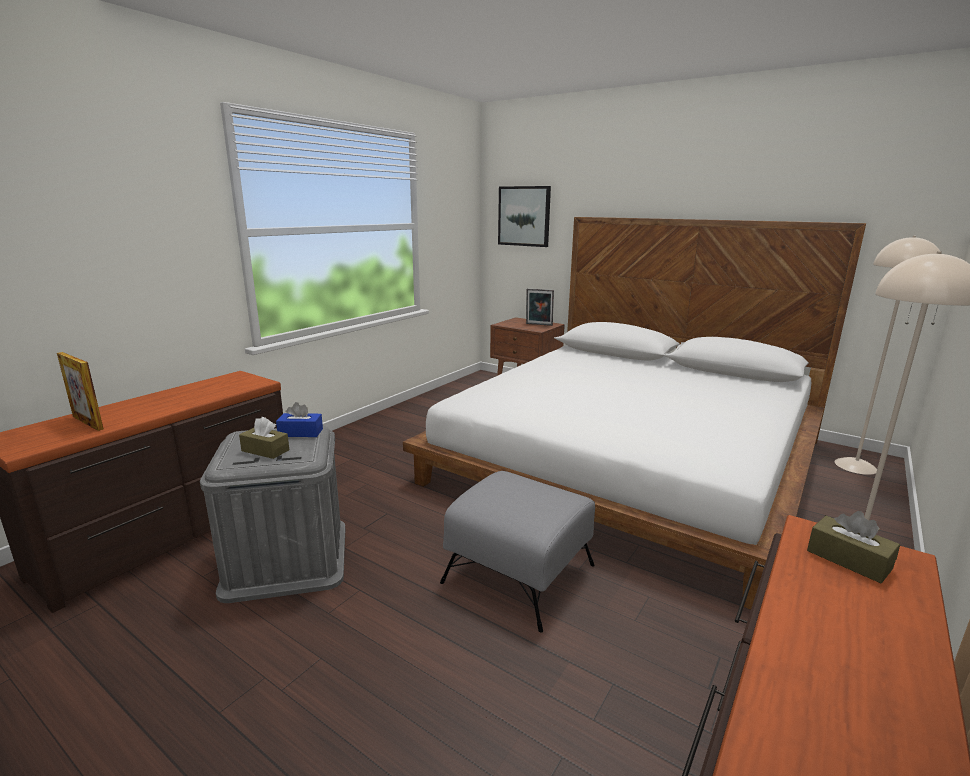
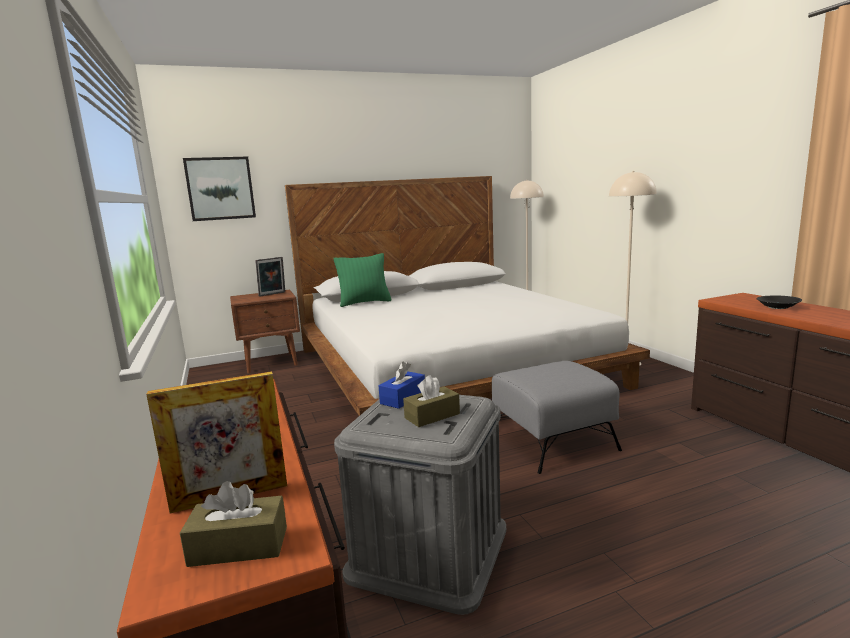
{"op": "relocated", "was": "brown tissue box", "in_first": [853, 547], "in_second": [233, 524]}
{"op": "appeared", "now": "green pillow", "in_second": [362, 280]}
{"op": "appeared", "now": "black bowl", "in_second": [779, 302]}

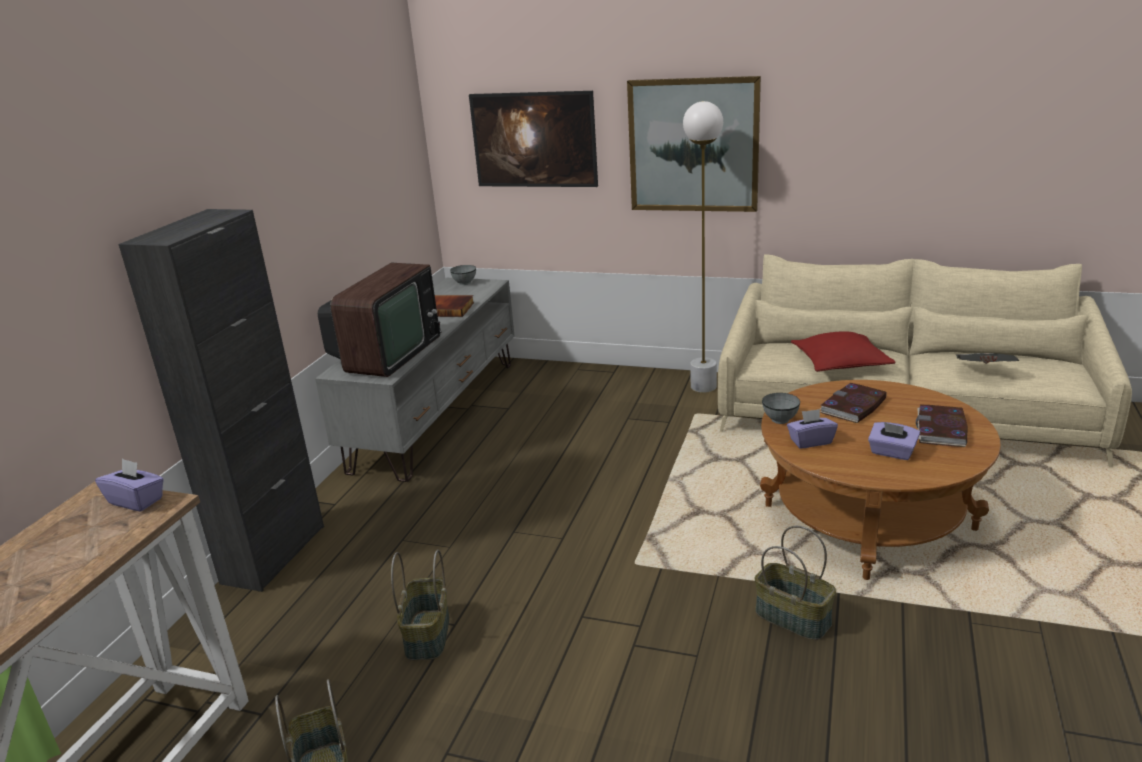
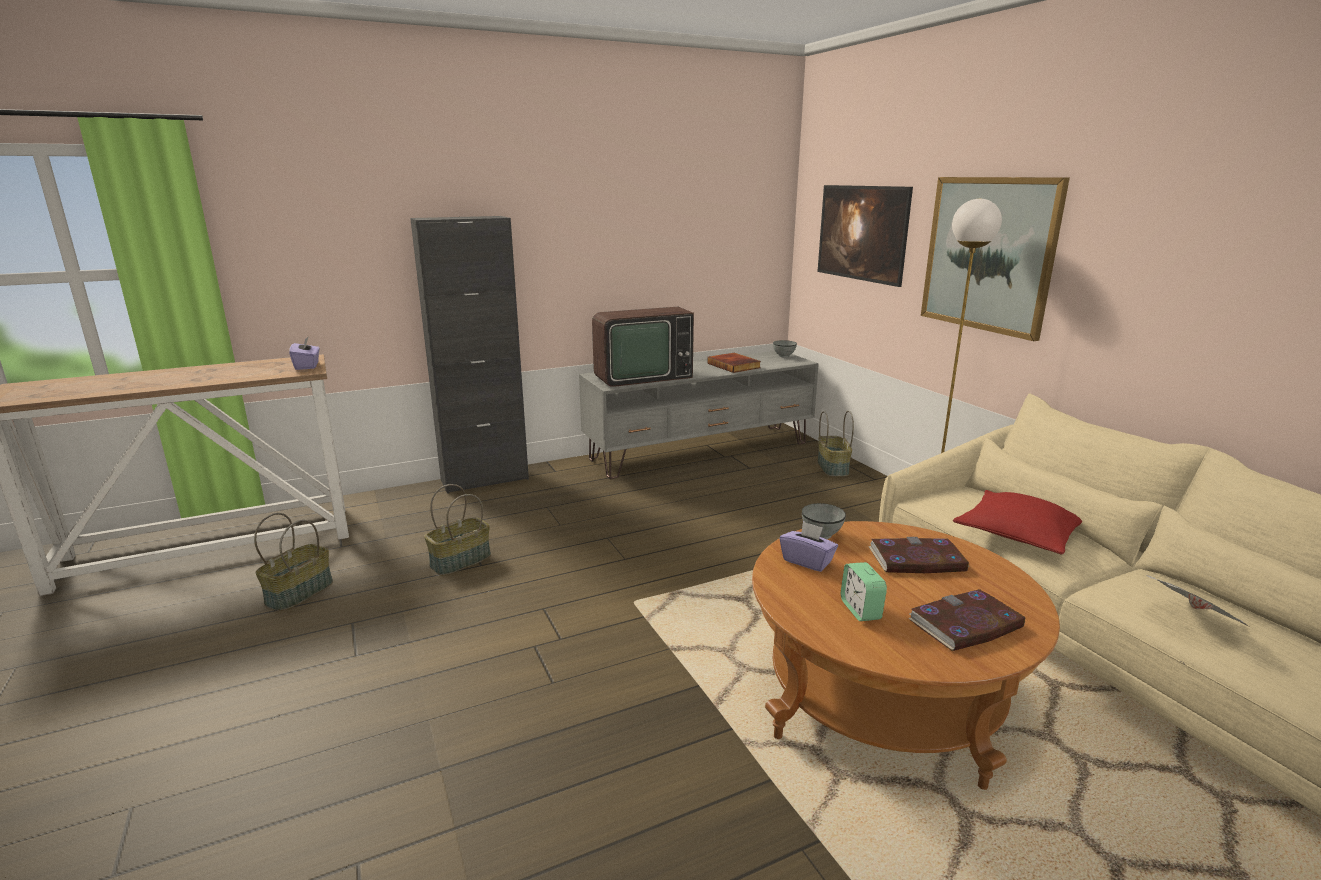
{"op": "exchanged", "was": "purple tissue box", "now": "alarm clock", "in_first": [894, 441], "in_second": [864, 591]}
{"op": "relocated", "was": "basket", "in_first": [795, 583], "in_second": [835, 444]}

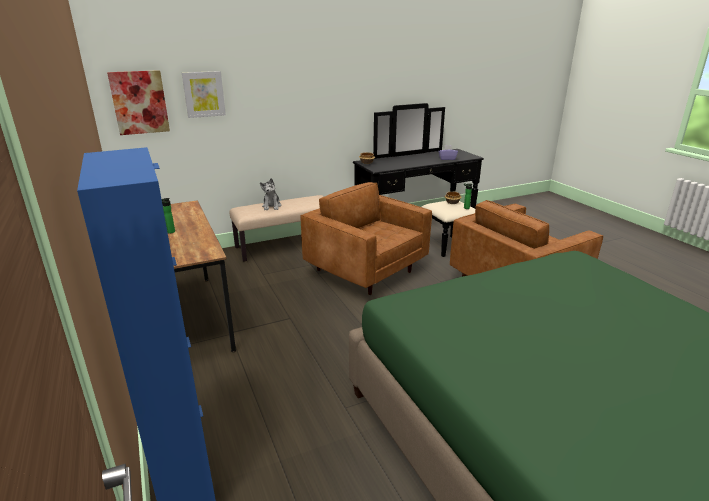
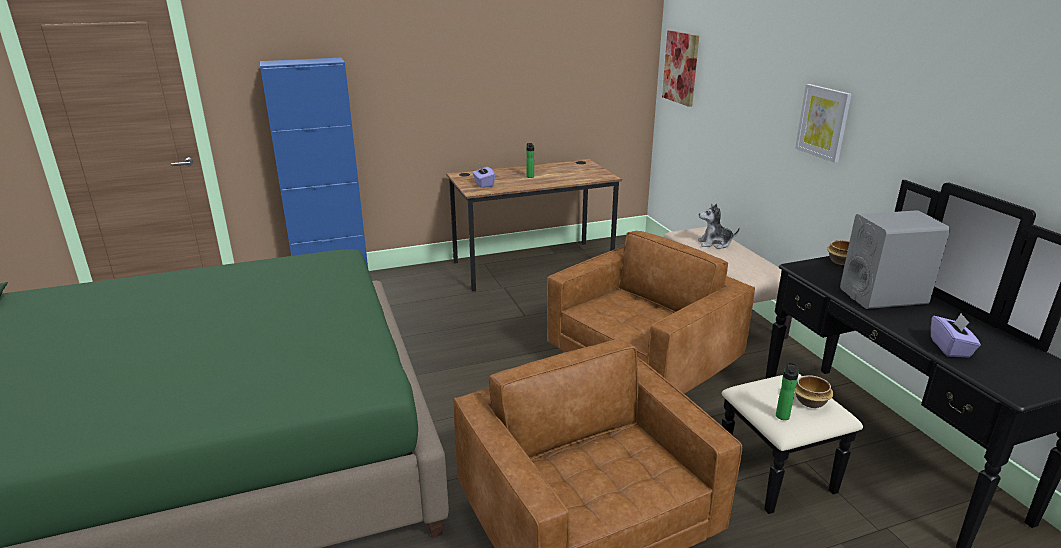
{"op": "relocated", "was": "picture", "in_first": [204, 94], "in_second": [823, 123]}
{"op": "appeared", "now": "purple tissue box", "in_second": [483, 176]}
{"op": "appeared", "now": "grey speaker", "in_second": [895, 259]}

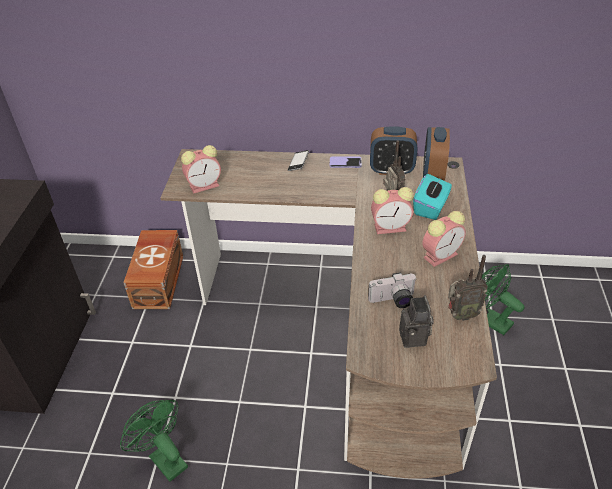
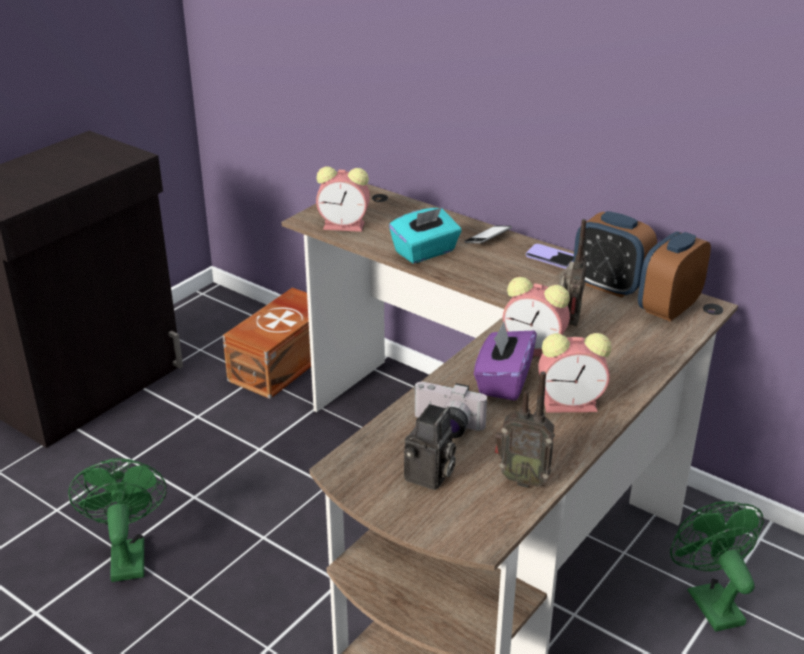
{"op": "relocated", "was": "turquoise tissue box", "in_first": [432, 197], "in_second": [425, 236]}
{"op": "appeared", "now": "purple tissue box", "in_second": [505, 361]}

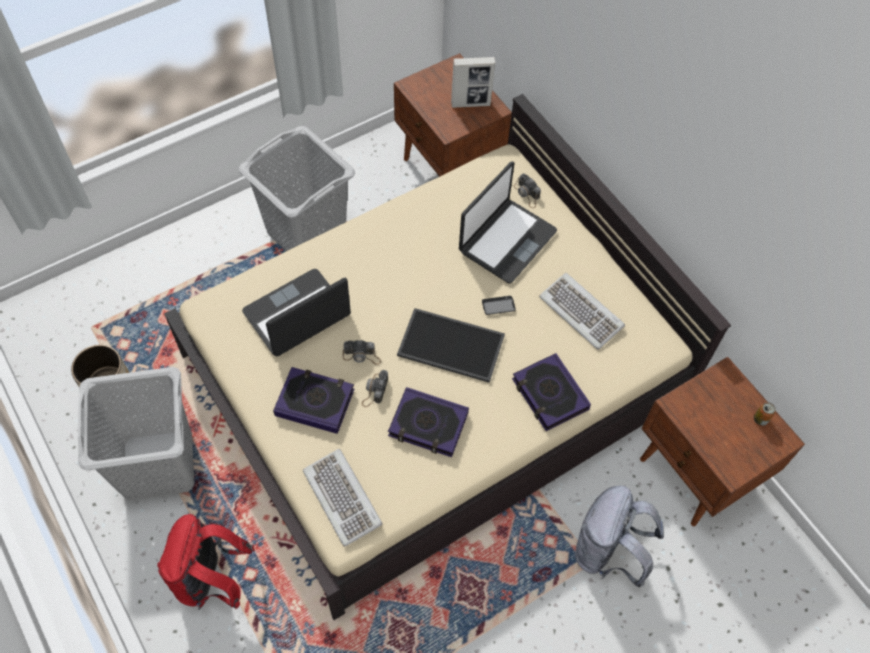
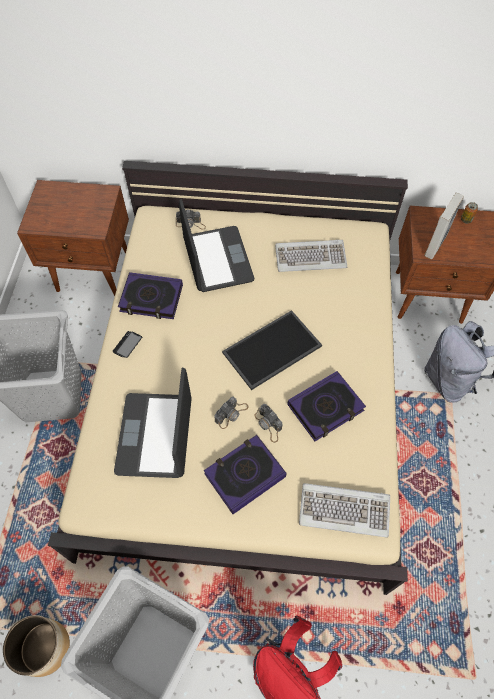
{"op": "relocated", "was": "picture frame", "in_first": [473, 82], "in_second": [444, 226]}
{"op": "relocated", "was": "phone", "in_first": [499, 305], "in_second": [127, 344]}
{"op": "relocated", "was": "book", "in_first": [551, 392], "in_second": [150, 295]}

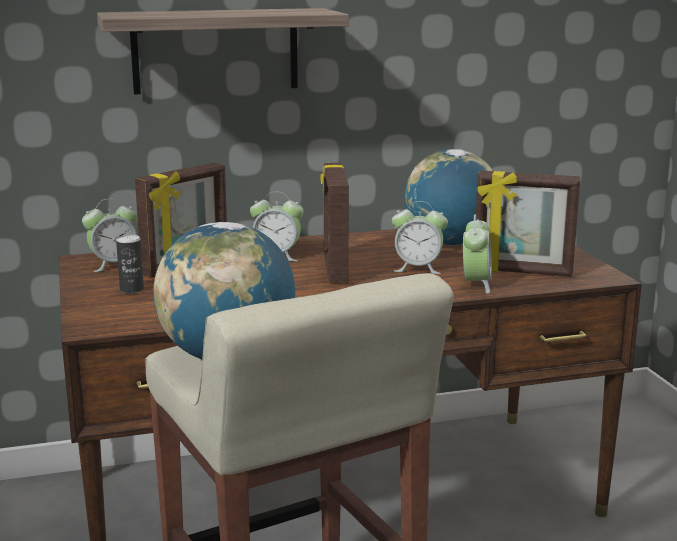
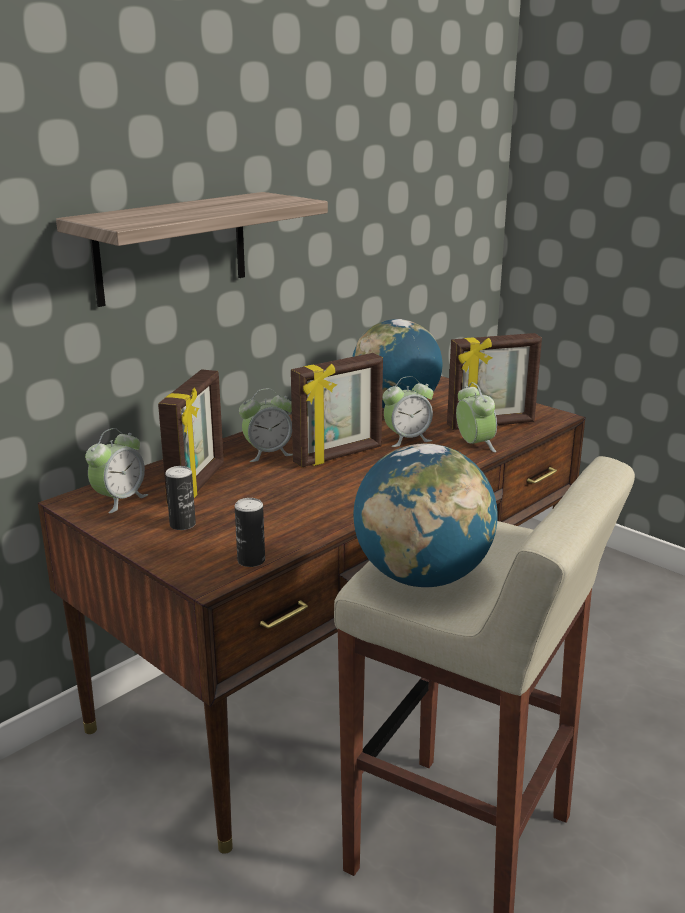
{"op": "spun", "was": "picture frame", "in_first": [334, 223], "in_second": [337, 410], "clockwise": -90}
{"op": "appeared", "now": "can", "in_second": [250, 532]}

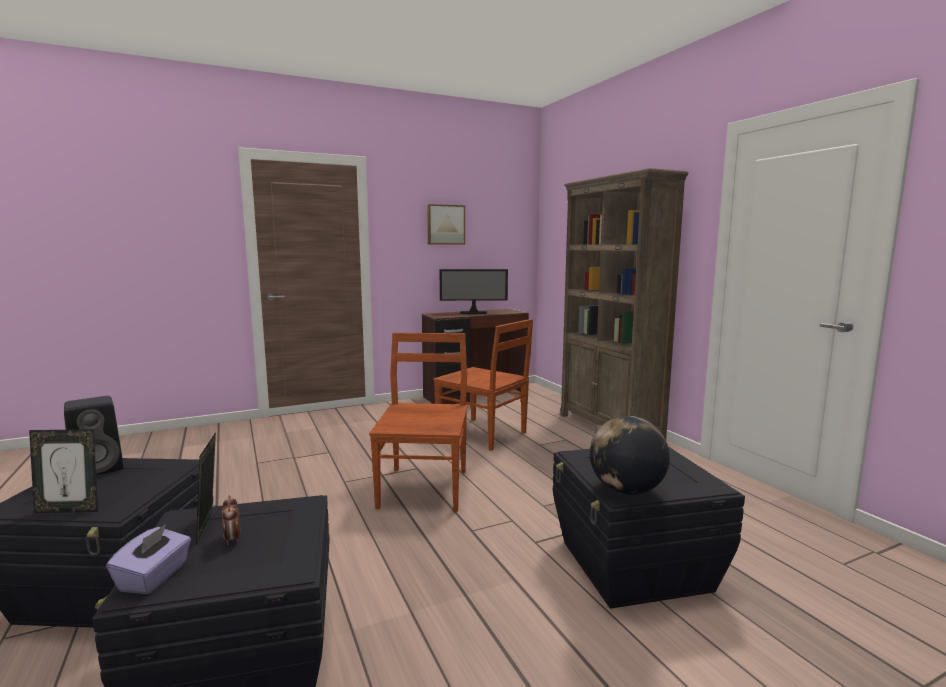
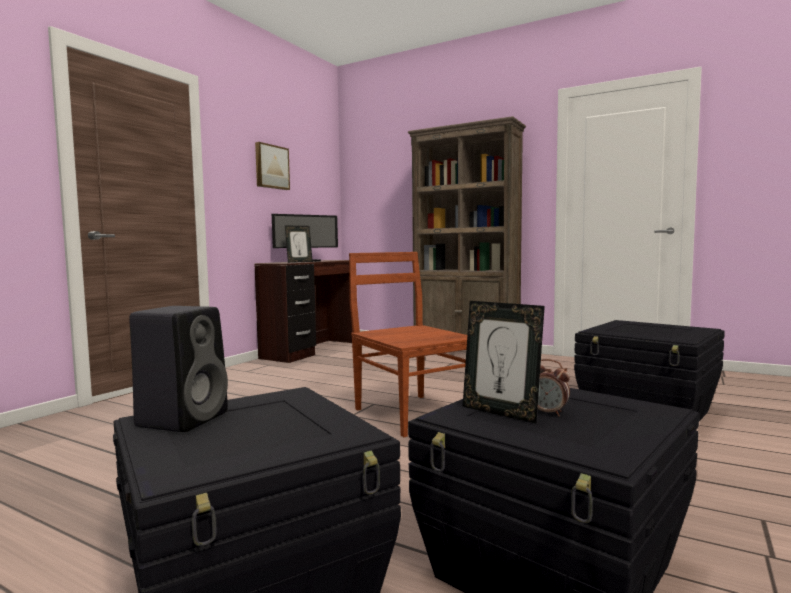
{"op": "missing", "was": "brown chair", "in_first": [483, 385]}
{"op": "missing", "was": "globe", "in_first": [630, 455]}
{"op": "relocated", "was": "picture frame", "in_first": [63, 471], "in_second": [299, 244]}
{"op": "missing", "was": "purple tissue box", "in_first": [148, 559]}

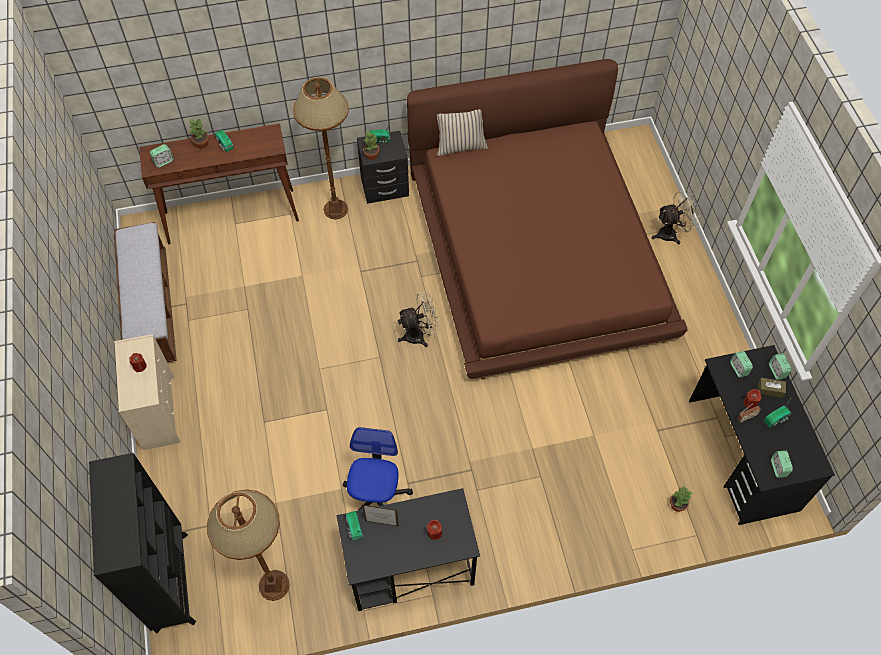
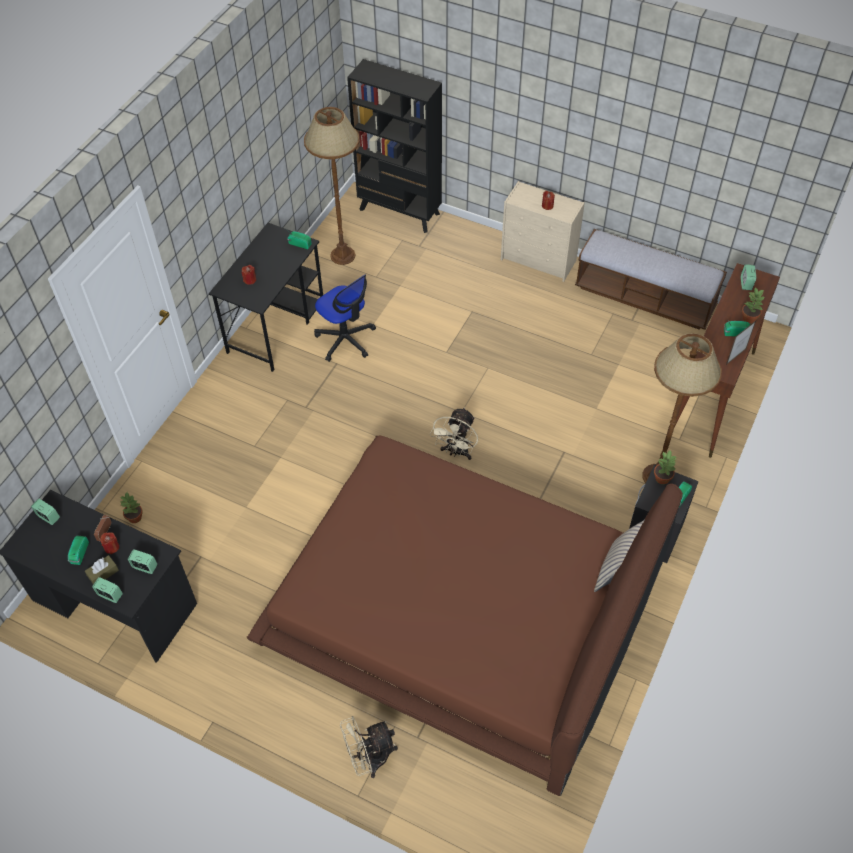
{"op": "spun", "was": "beige fan", "in_first": [676, 217], "in_second": [369, 747], "clockwise": 45}
{"op": "relocated", "was": "picture frame", "in_first": [380, 515], "in_second": [741, 343]}

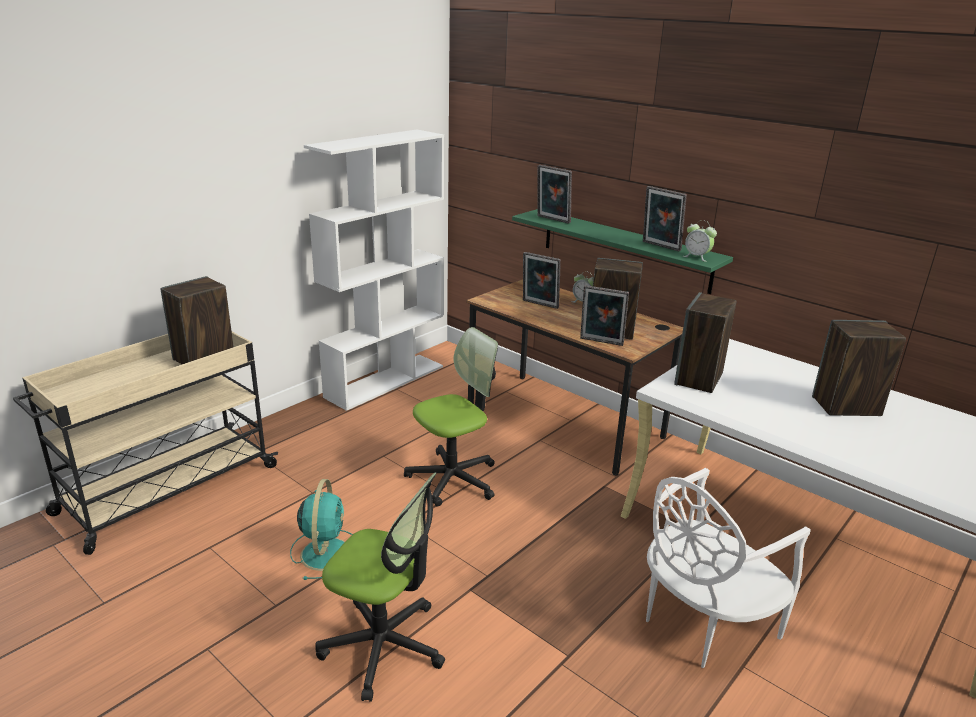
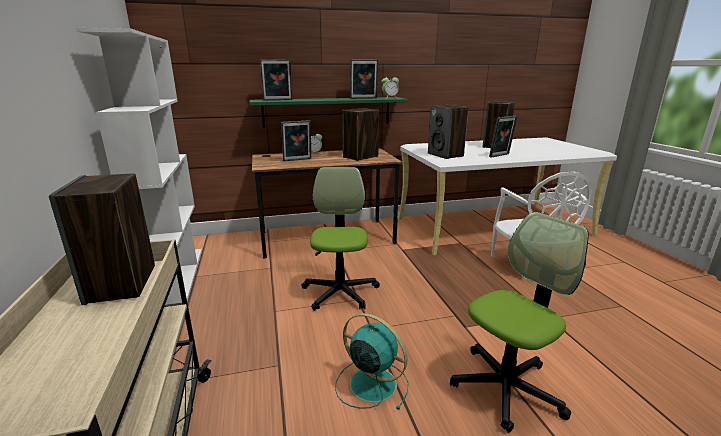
{"op": "relocated", "was": "picture frame", "in_first": [604, 315], "in_second": [503, 137]}

